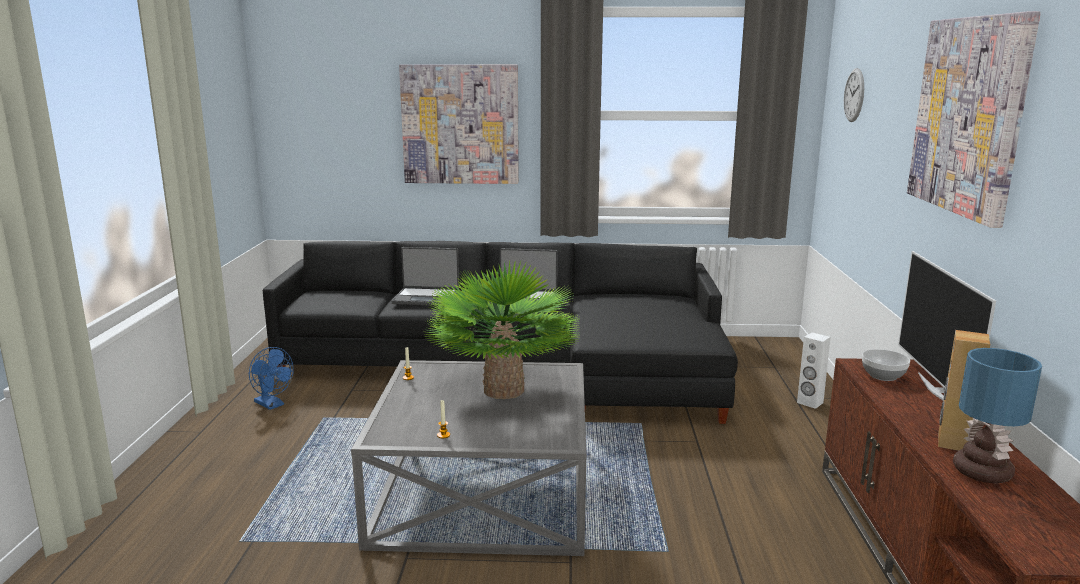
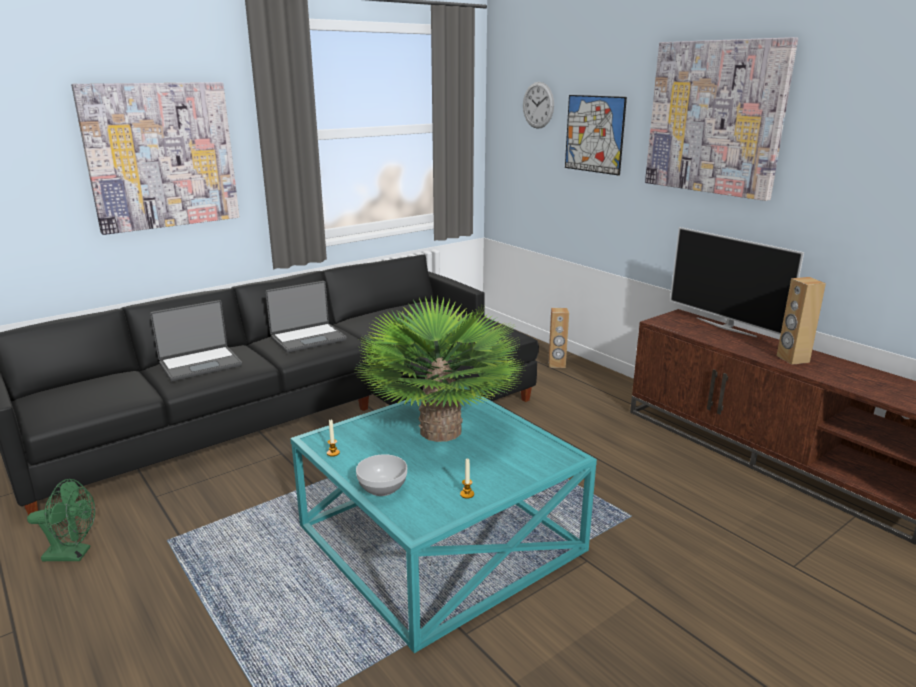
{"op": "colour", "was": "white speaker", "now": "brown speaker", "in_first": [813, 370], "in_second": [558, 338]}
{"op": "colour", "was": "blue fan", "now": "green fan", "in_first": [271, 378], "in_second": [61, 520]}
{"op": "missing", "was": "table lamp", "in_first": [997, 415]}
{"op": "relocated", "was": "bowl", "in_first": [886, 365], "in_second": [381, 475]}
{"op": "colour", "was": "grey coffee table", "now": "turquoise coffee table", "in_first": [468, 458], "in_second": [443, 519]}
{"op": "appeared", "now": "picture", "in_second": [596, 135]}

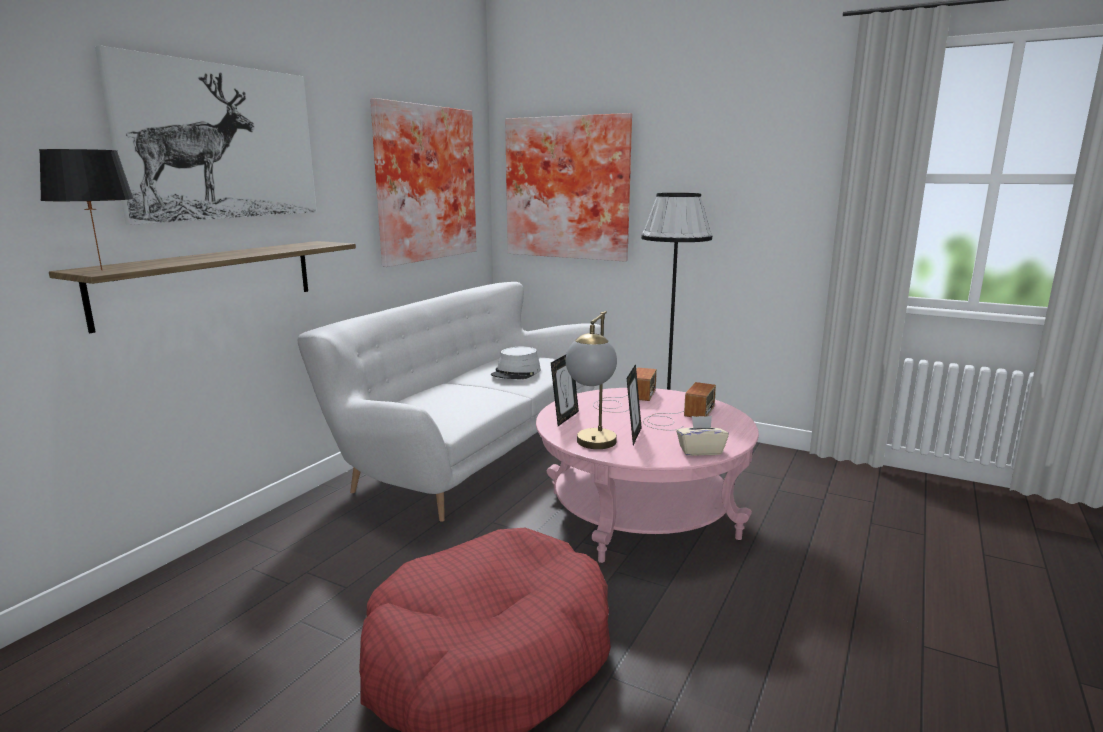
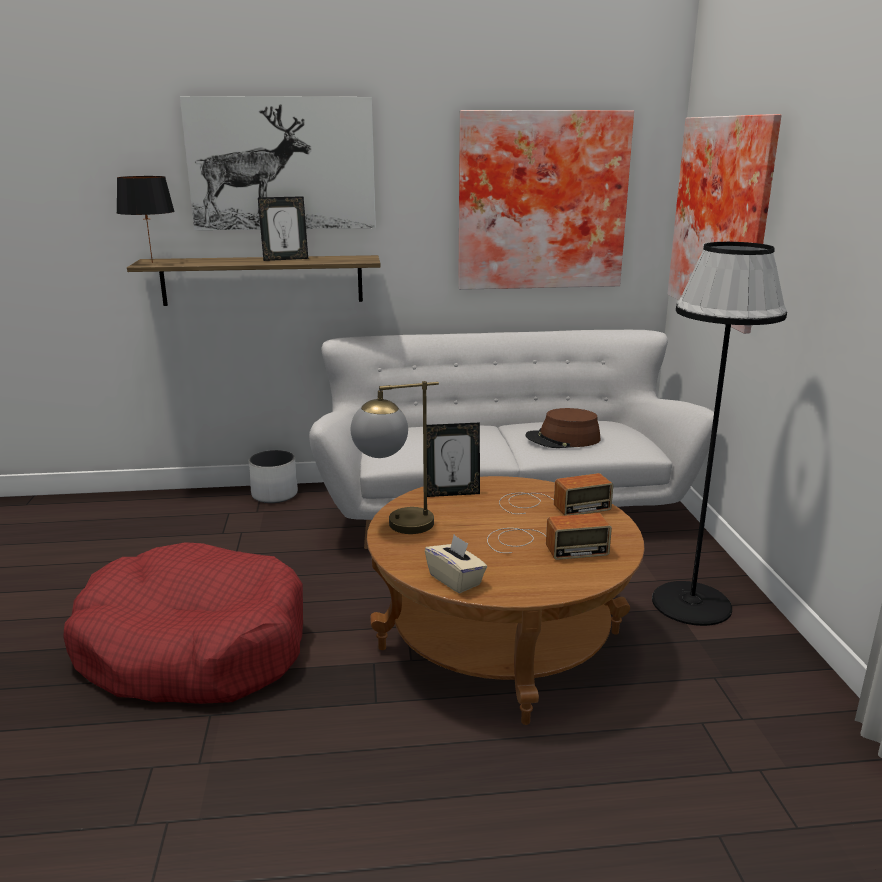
{"op": "colour", "was": "grey hat", "now": "brown hat", "in_first": [516, 363], "in_second": [562, 428]}
{"op": "relocated", "was": "picture frame", "in_first": [634, 404], "in_second": [283, 228]}
{"op": "colour", "was": "pink coffee table", "now": "brown coffee table", "in_first": [647, 475], "in_second": [505, 600]}
{"op": "appeared", "now": "white planter", "in_second": [273, 476]}

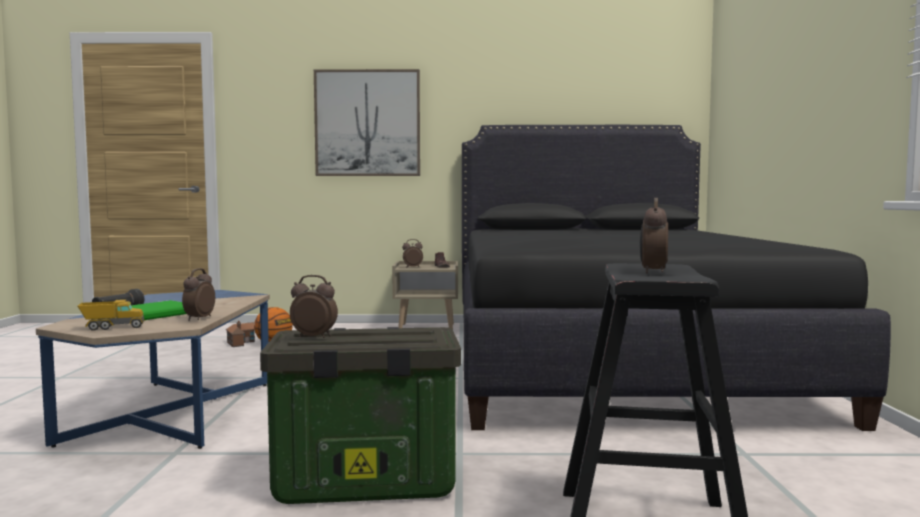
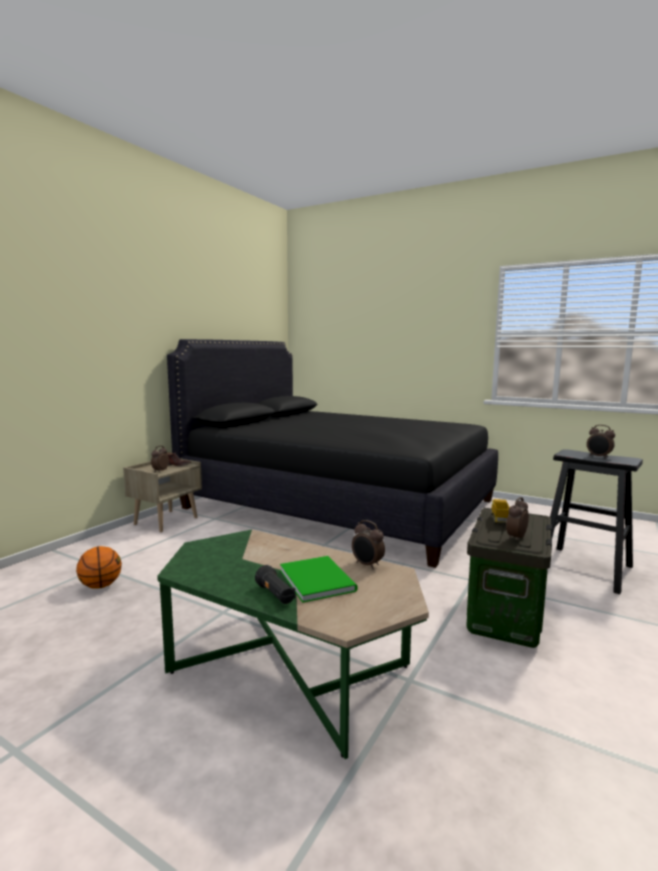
{"op": "missing", "was": "picture", "in_first": [367, 122]}
{"op": "colour", "was": "blue coffee table", "now": "green coffee table", "in_first": [153, 369], "in_second": [293, 644]}
{"op": "relocated", "was": "toy truck", "in_first": [111, 315], "in_second": [500, 511]}
{"op": "missing", "was": "toy house", "in_first": [240, 334]}

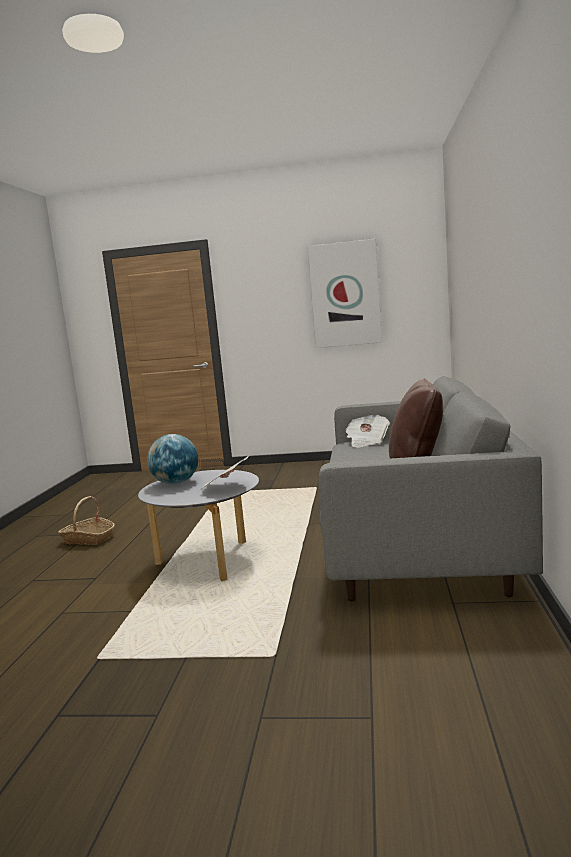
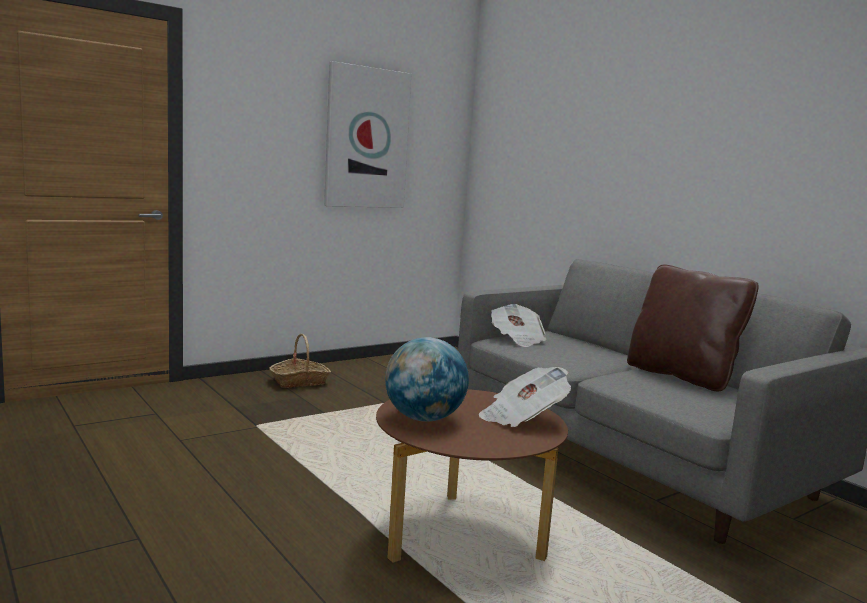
{"op": "colour", "was": "grey coffee table", "now": "brown coffee table", "in_first": [198, 525], "in_second": [472, 476]}
{"op": "relocated", "was": "basket", "in_first": [86, 520], "in_second": [300, 361]}

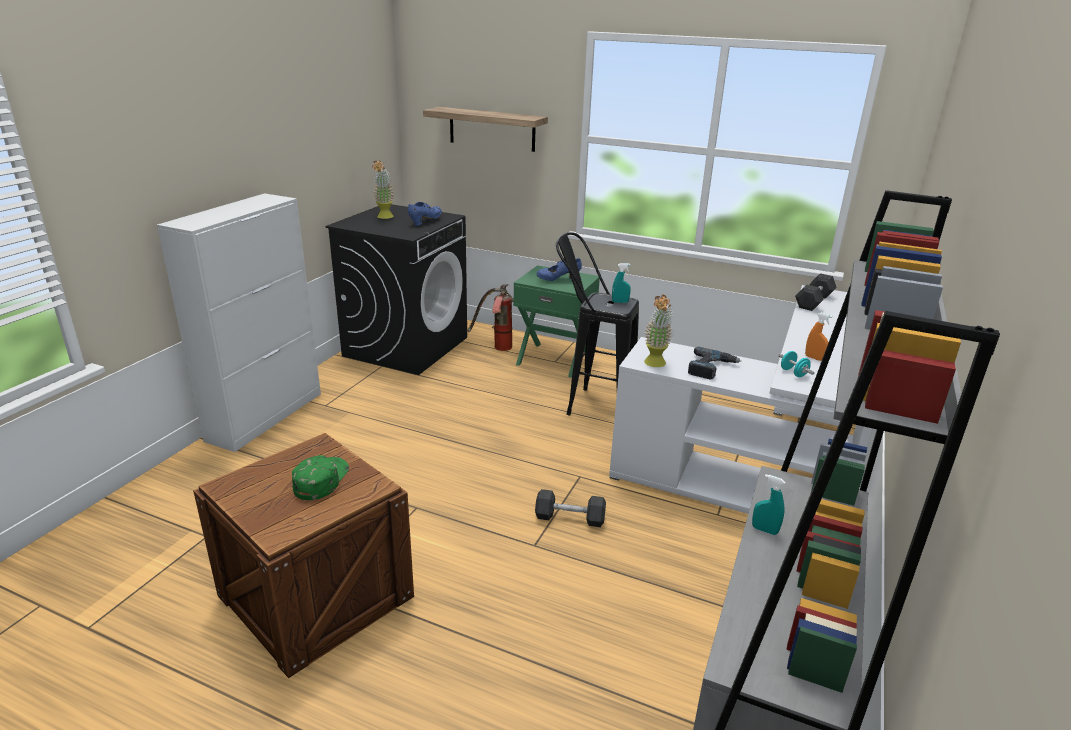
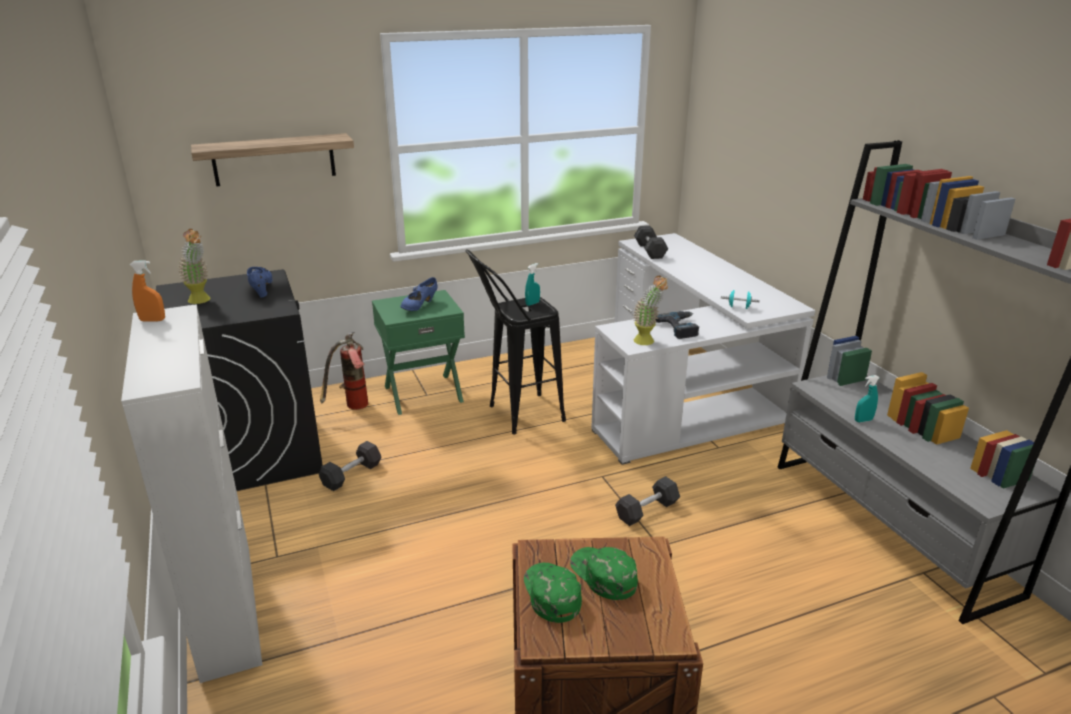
{"op": "relocated", "was": "orange spray bottle", "in_first": [819, 337], "in_second": [147, 290]}
{"op": "appeared", "now": "grey dumbbell", "in_second": [350, 466]}
{"op": "appeared", "now": "green cap", "in_second": [553, 593]}

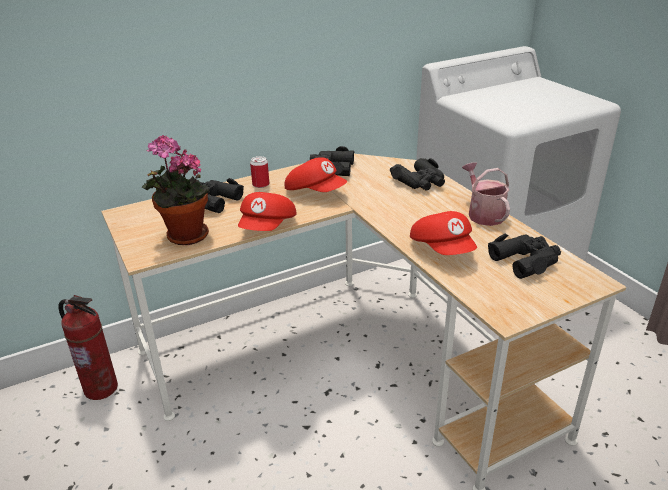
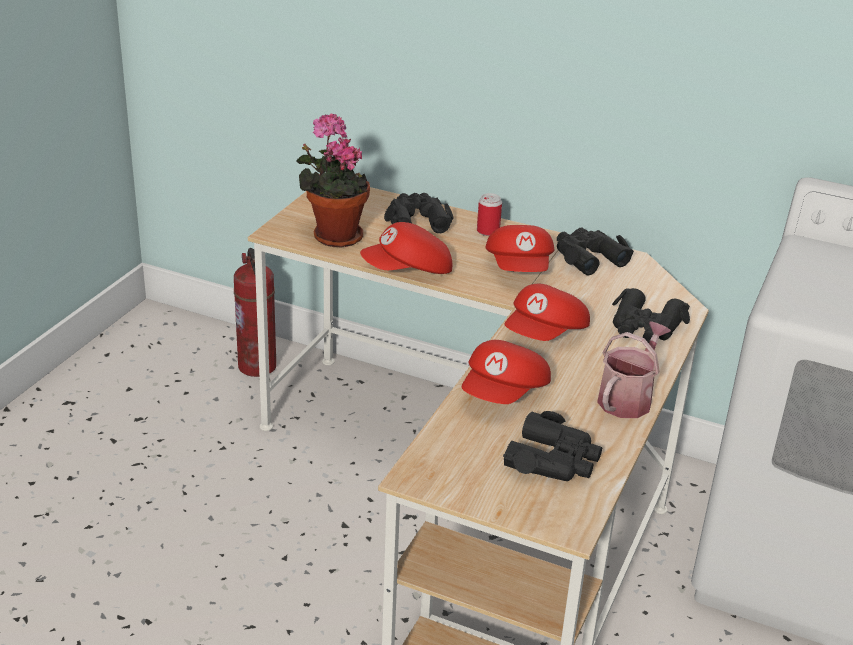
{"op": "appeared", "now": "red cap", "in_second": [547, 312]}

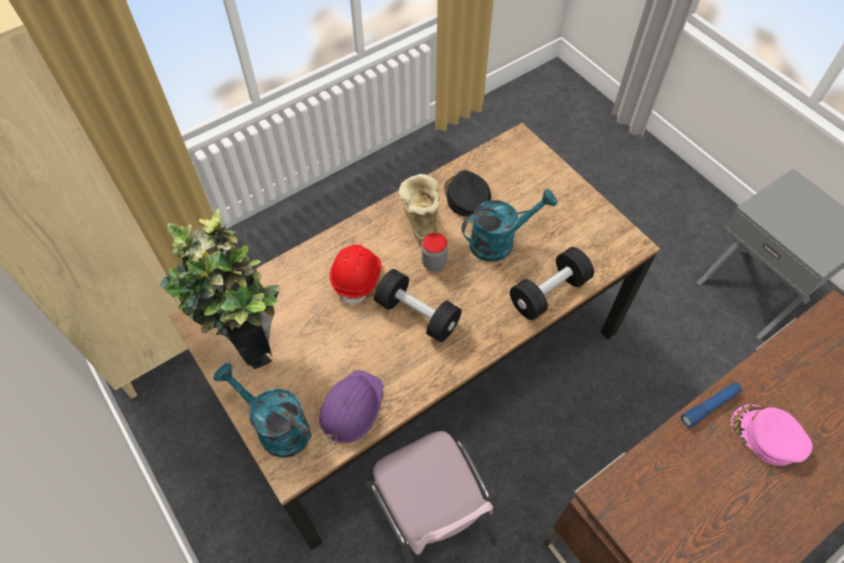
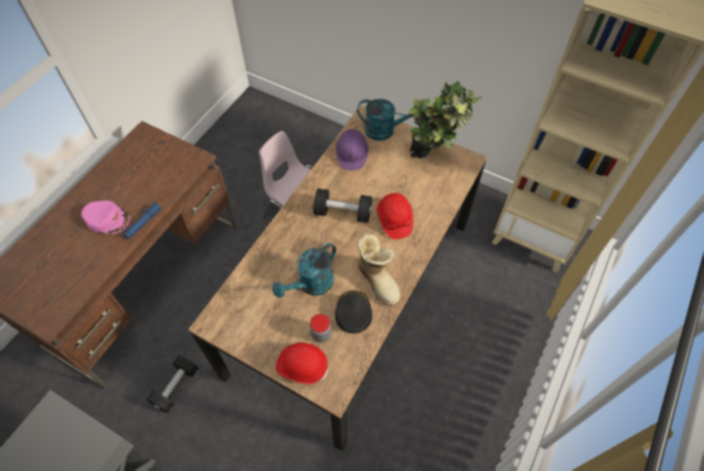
{"op": "spun", "was": "black cap", "in_first": [467, 193], "in_second": [353, 312], "clockwise": -135}
{"op": "relocated", "was": "jar", "in_first": [435, 252], "in_second": [320, 328]}
{"op": "relocated", "was": "black dumbbell", "in_first": [552, 283], "in_second": [172, 384]}
{"op": "appeared", "now": "red hard hat", "in_second": [302, 363]}

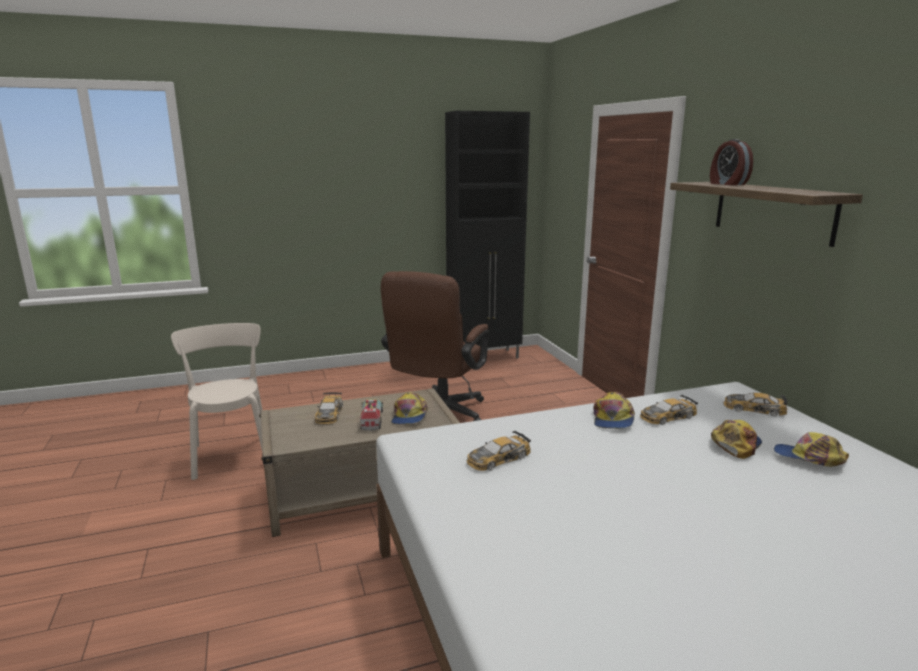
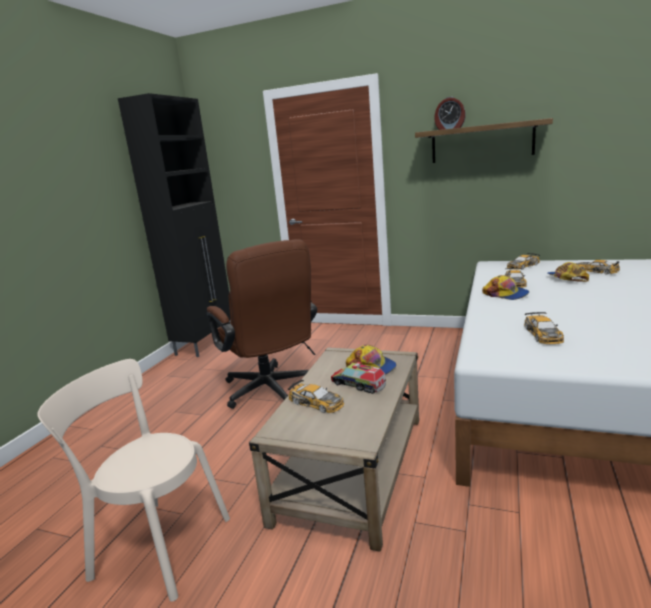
{"op": "exchanged", "was": "cap", "now": "toy car", "in_first": [811, 449], "in_second": [598, 267]}

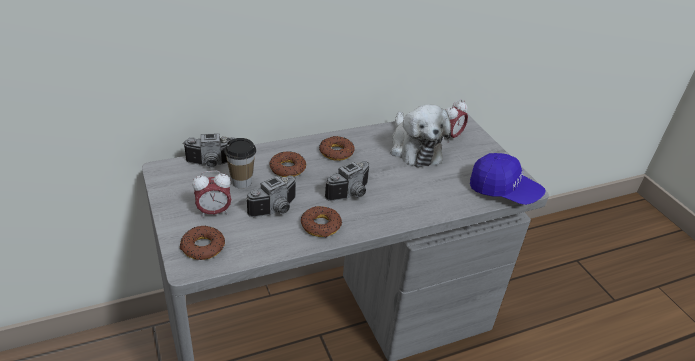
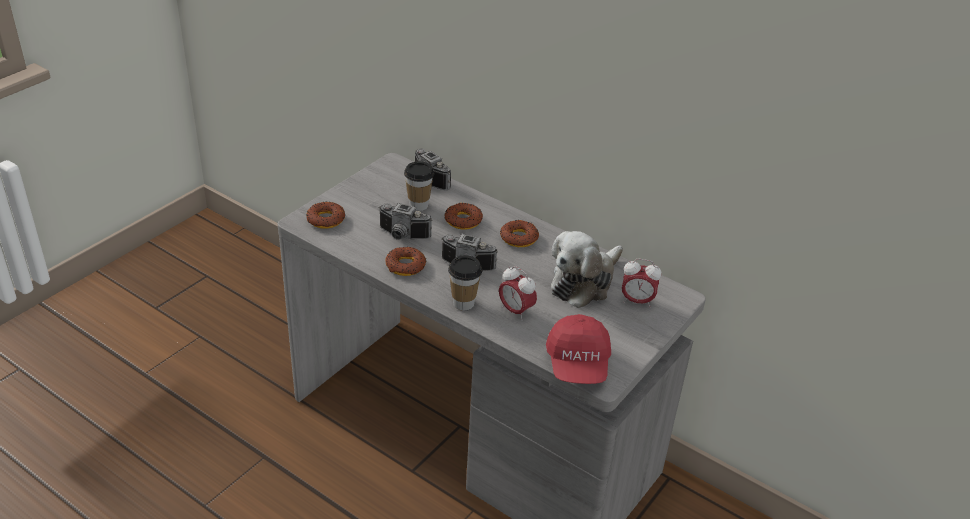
{"op": "colour", "was": "blue cap", "now": "red cap", "in_first": [508, 179], "in_second": [578, 349]}
{"op": "relocated", "was": "alarm clock", "in_first": [211, 194], "in_second": [518, 293]}
{"op": "appeared", "now": "cup", "in_second": [465, 283]}

